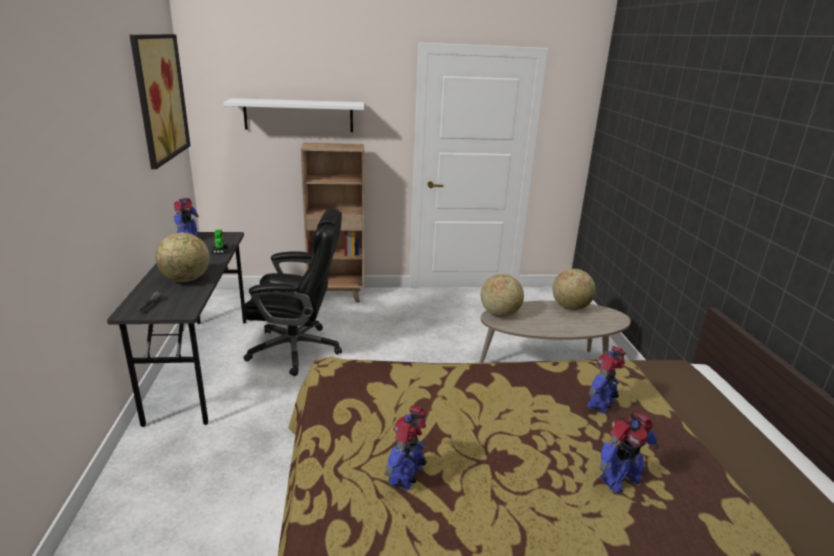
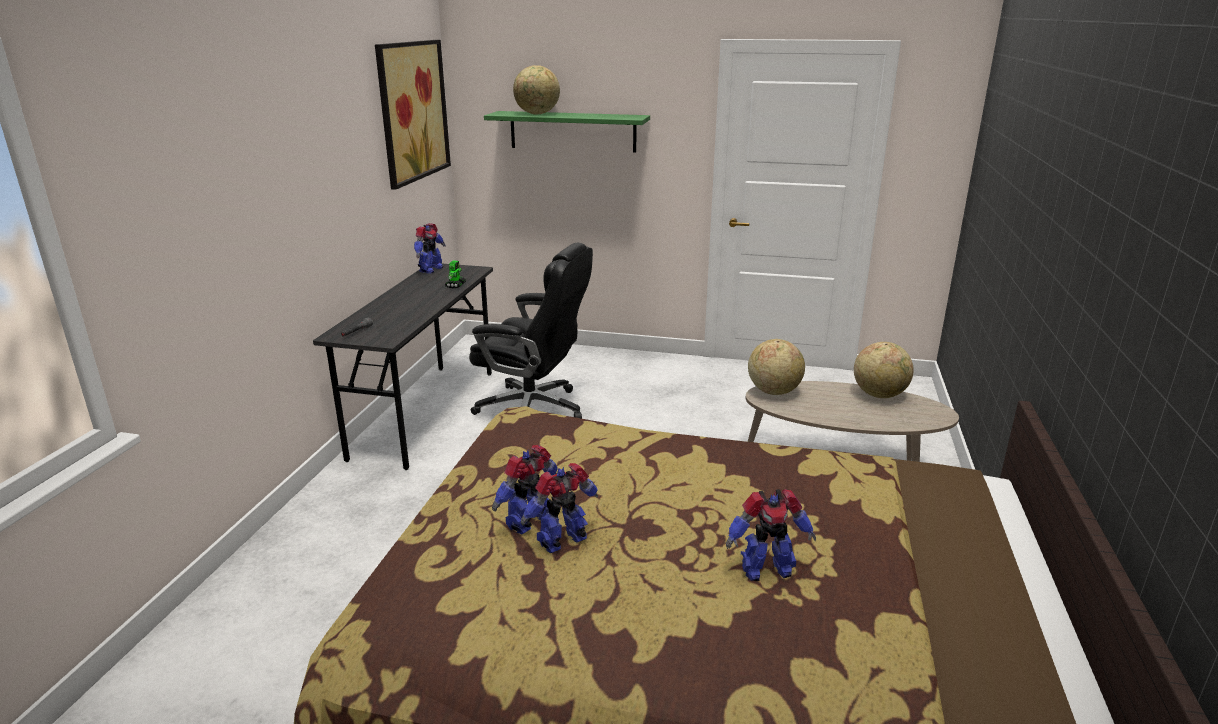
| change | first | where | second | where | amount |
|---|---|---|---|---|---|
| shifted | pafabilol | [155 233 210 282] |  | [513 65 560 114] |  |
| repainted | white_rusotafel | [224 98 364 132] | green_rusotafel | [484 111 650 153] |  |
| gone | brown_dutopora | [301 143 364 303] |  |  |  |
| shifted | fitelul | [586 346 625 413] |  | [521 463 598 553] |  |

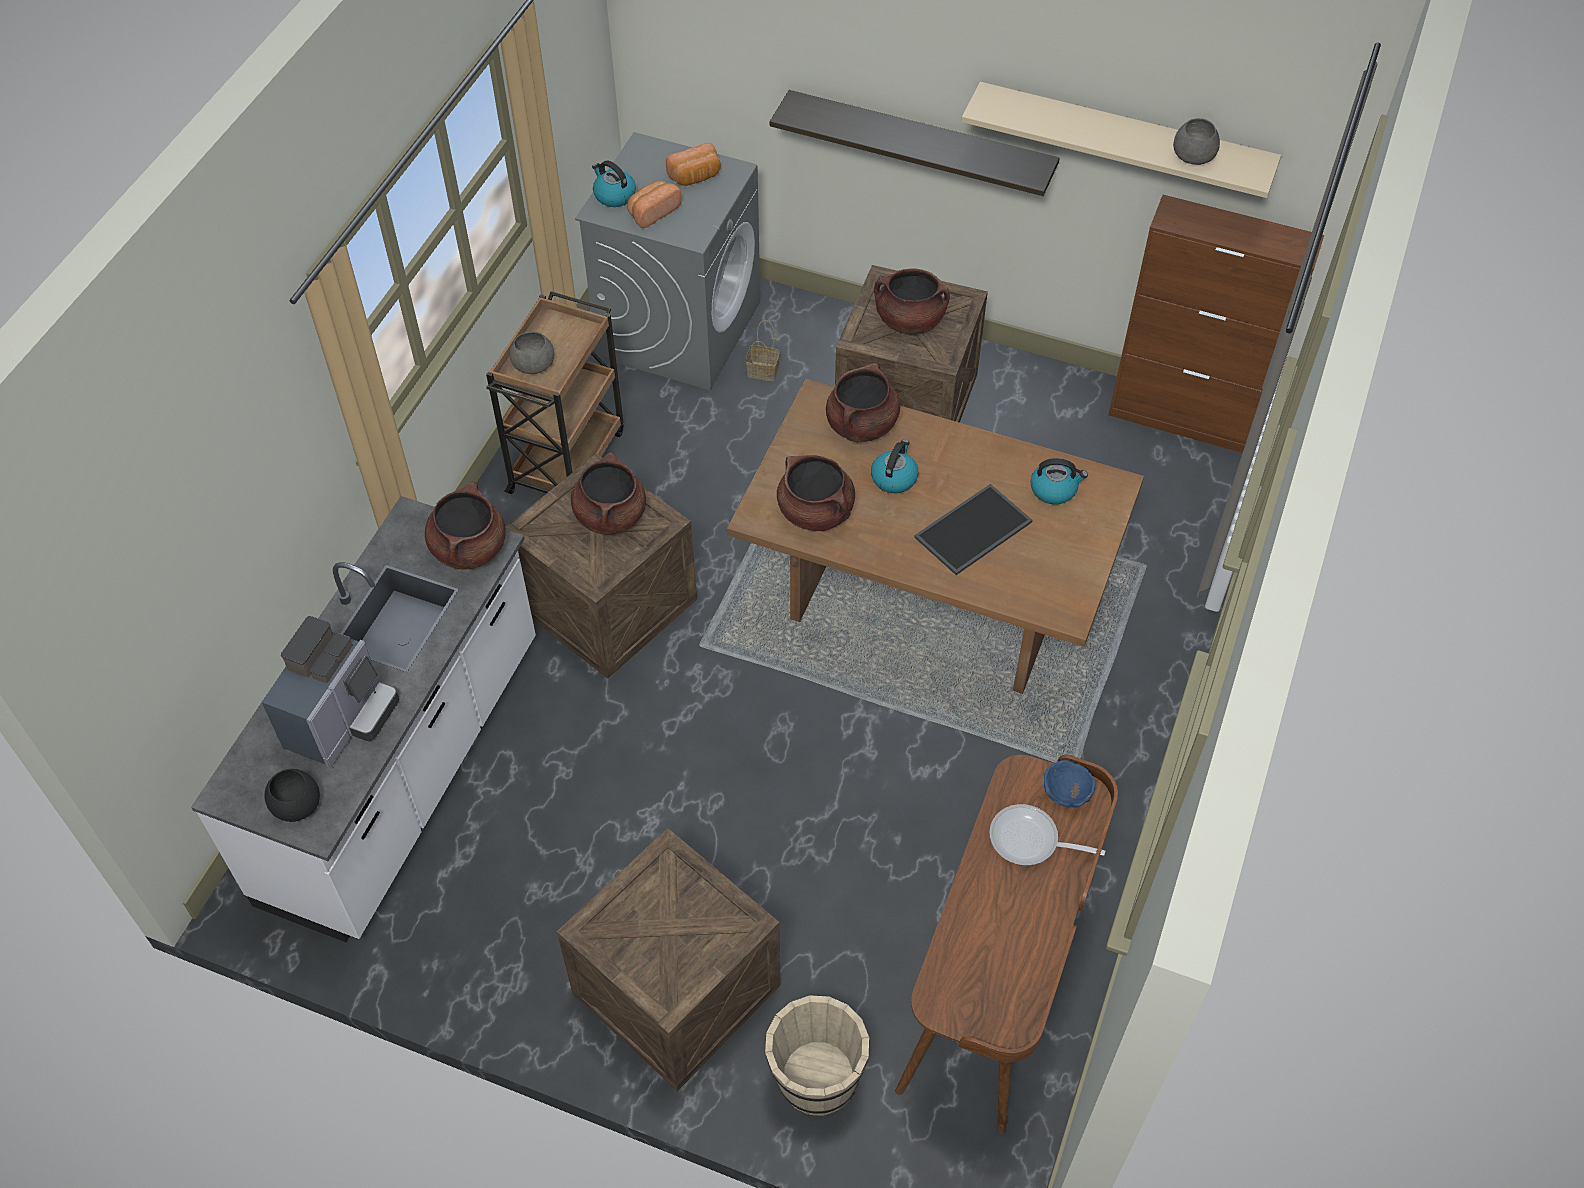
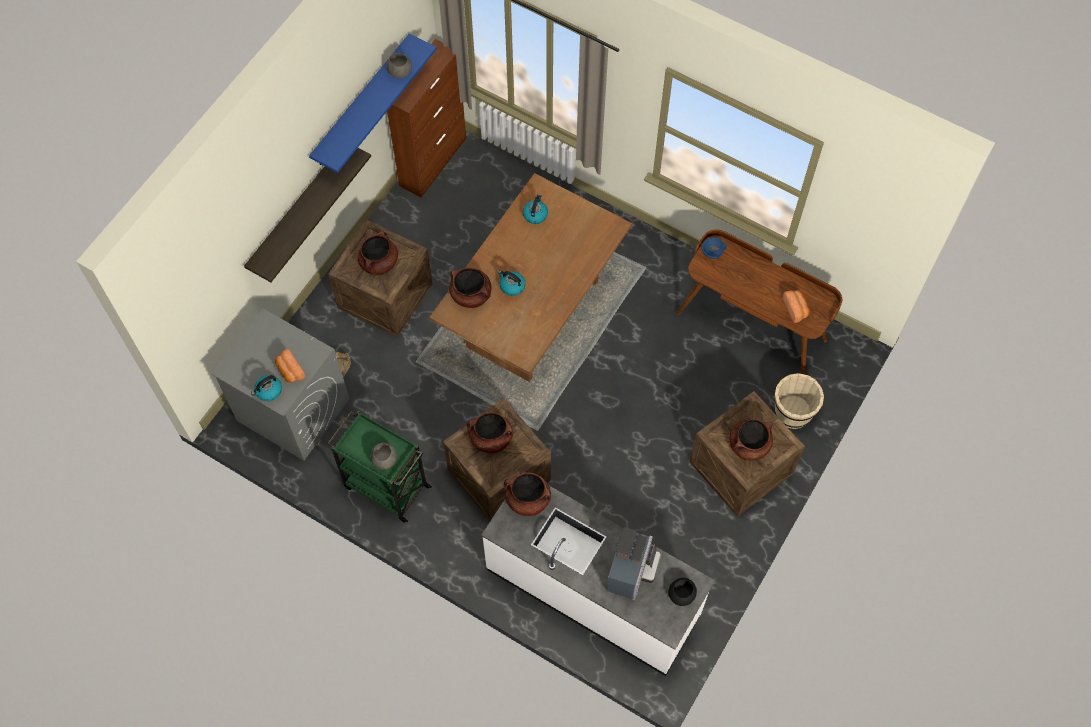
| change | first | where | second | where | amount |
|---|---|---|---|---|---|
| rotated | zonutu | [262 616 399 768] |  | [606 527 661 600] | 75 degrees clockwise |
| repainted | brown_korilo | [486 291 624 494] | green_korilo | [327 411 432 523] |  |
| shifted | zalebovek | [666 143 721 186] |  | [783 290 810 323] |  |
| shifted | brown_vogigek | [777 455 855 531] |  | [729 419 773 461] |  |
| gone | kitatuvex | [914 484 1033 575] |  |  |  |
| repainted | beige_rusotafel | [961 82 1281 198] | blue_rusotafel | [309 34 437 173] |  |
| gone | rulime | [990 804 1105 865] |  |  |  |

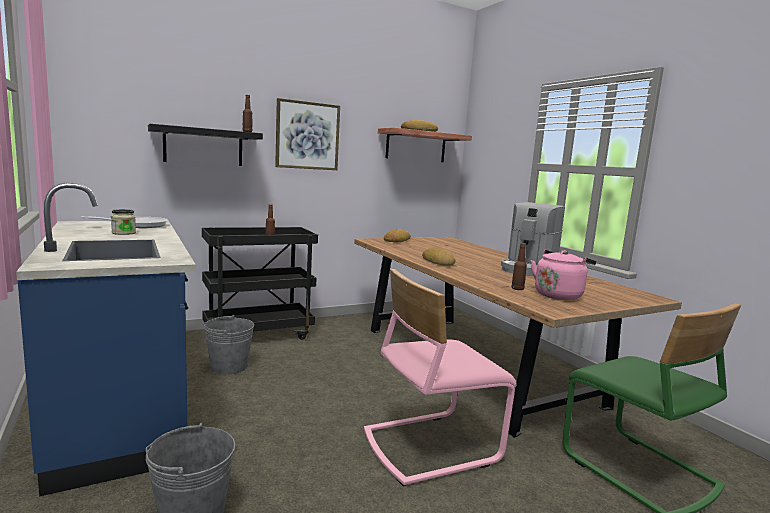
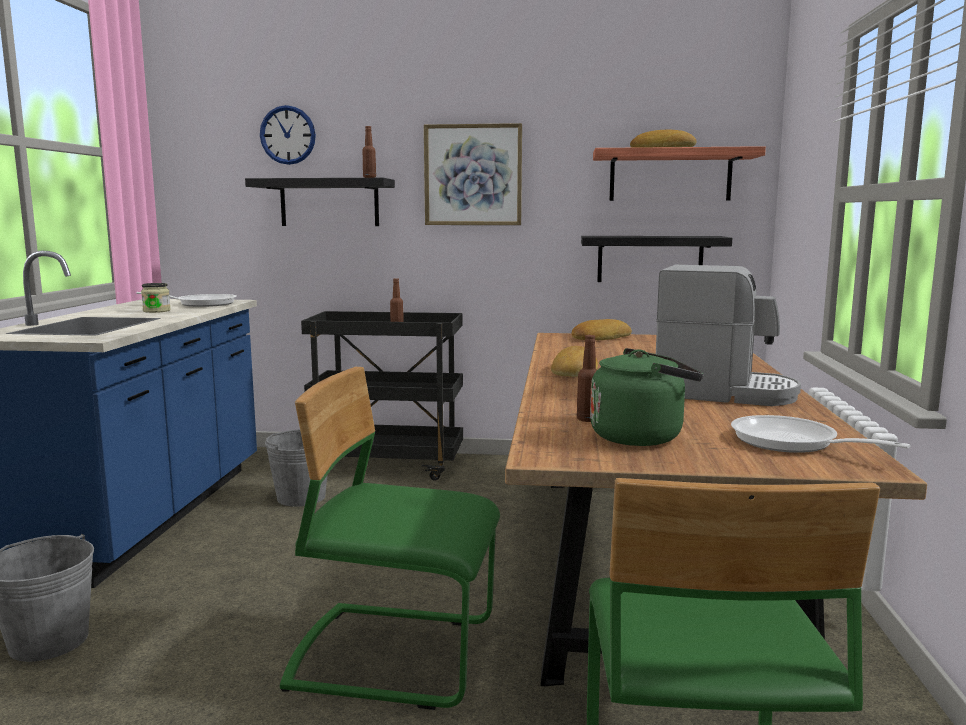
| change | first | where | second | where | amount |
|---|---|---|---|---|---|
| repainted | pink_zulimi | [364 269 517 487] | green_zulimi | [280 367 500 710] |  |
| rotated | zonutu | [501 202 565 276] |  | [656 265 801 406] | 135 degrees counterclockwise |
| repainted | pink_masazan | [531 250 596 300] | green_masazan | [590 348 703 446] |  |
| new |  |  | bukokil | [260 105 316 165] |  |
| new |  |  | black_rusotafel | [581 236 732 282] |  |
| new |  |  | rulime | [731 415 911 453] |  |

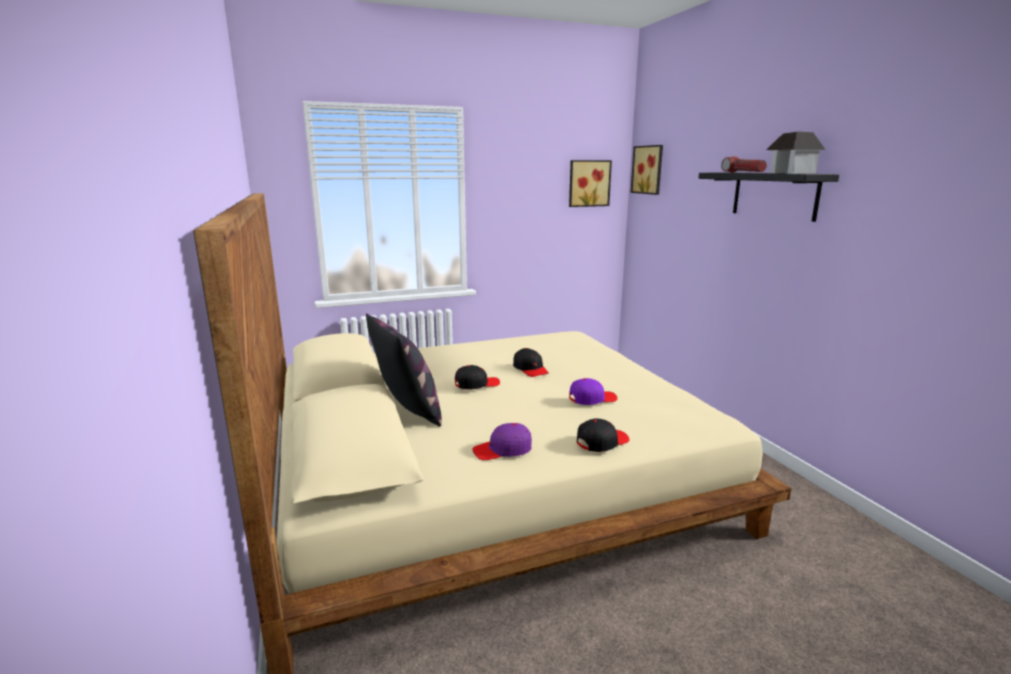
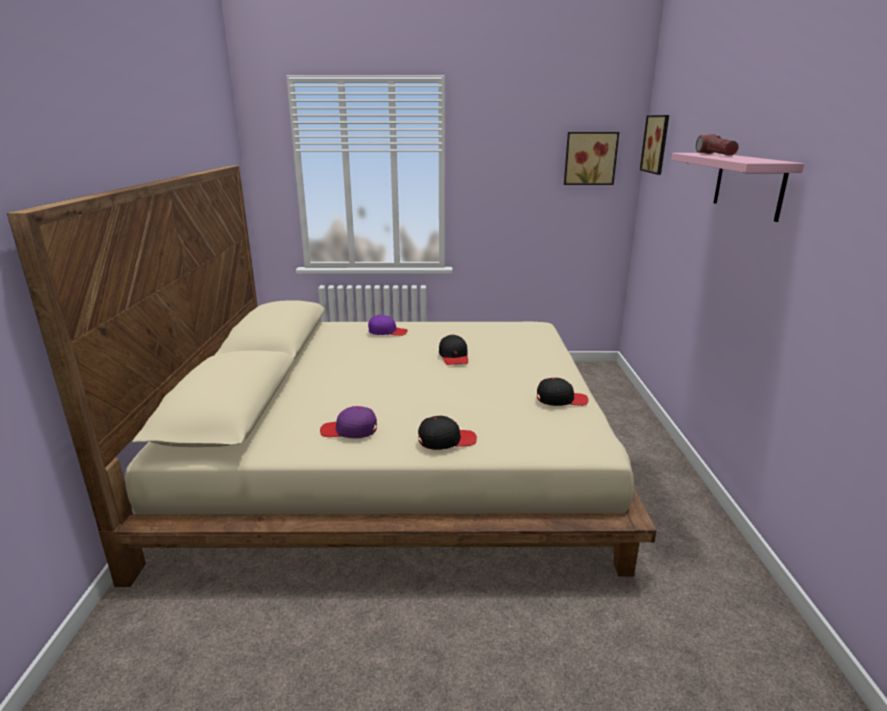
| change | first | where | second | where | amount |
|---|---|---|---|---|---|
| gone | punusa | [366 313 442 427] |  |  |  |
| shifted | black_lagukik | [455 365 500 390] |  | [537 378 589 406] |  |
| shifted | purple_lagukik | [569 378 617 405] |  | [368 315 408 336] |  |
| repainted | black_rusotafel | [698 173 839 222] | pink_rusotafel | [671 153 804 222] |  |
| gone | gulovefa | [766 131 826 174] |  |  |  |

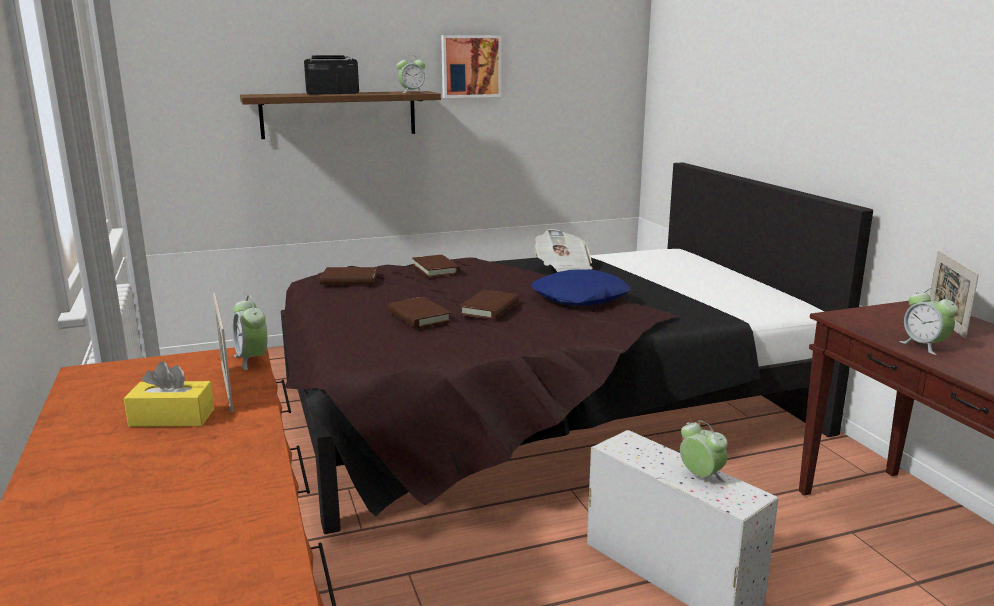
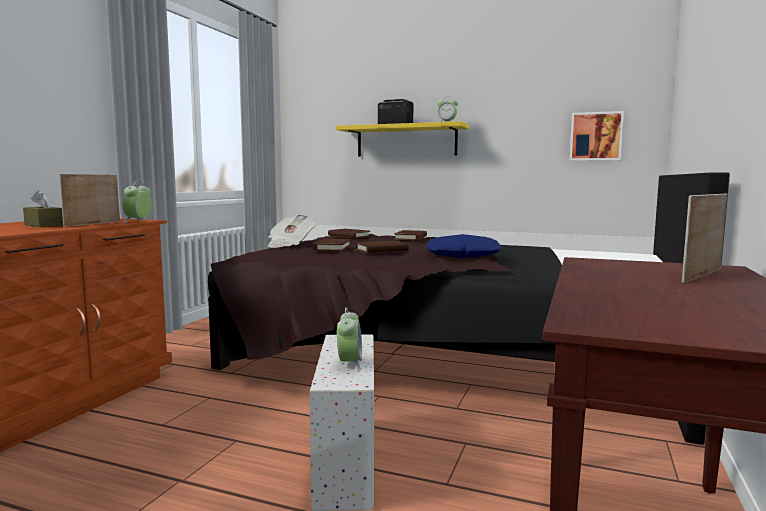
| change | first | where | second | where | amount |
|---|---|---|---|---|---|
| repainted | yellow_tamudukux | [124 361 214 427] | brown_tamudukux | [23 190 63 227] |  |
| repainted | brown_rusotafel | [240 91 441 139] | yellow_rusotafel | [336 121 469 157] |  |
| shifted | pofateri | [441 35 501 98] |  | [570 111 624 161] |  |
| shifted | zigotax | [535 229 593 272] |  | [268 214 317 248] |  |
| gone | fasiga | [899 288 958 355] |  |  |  |

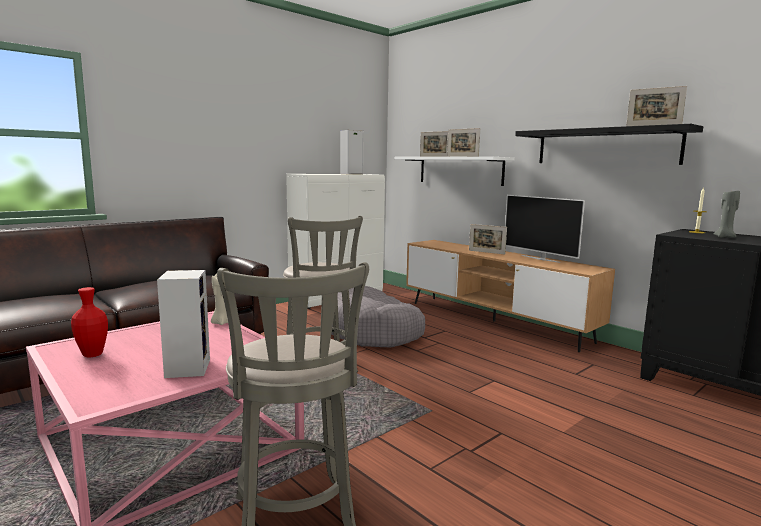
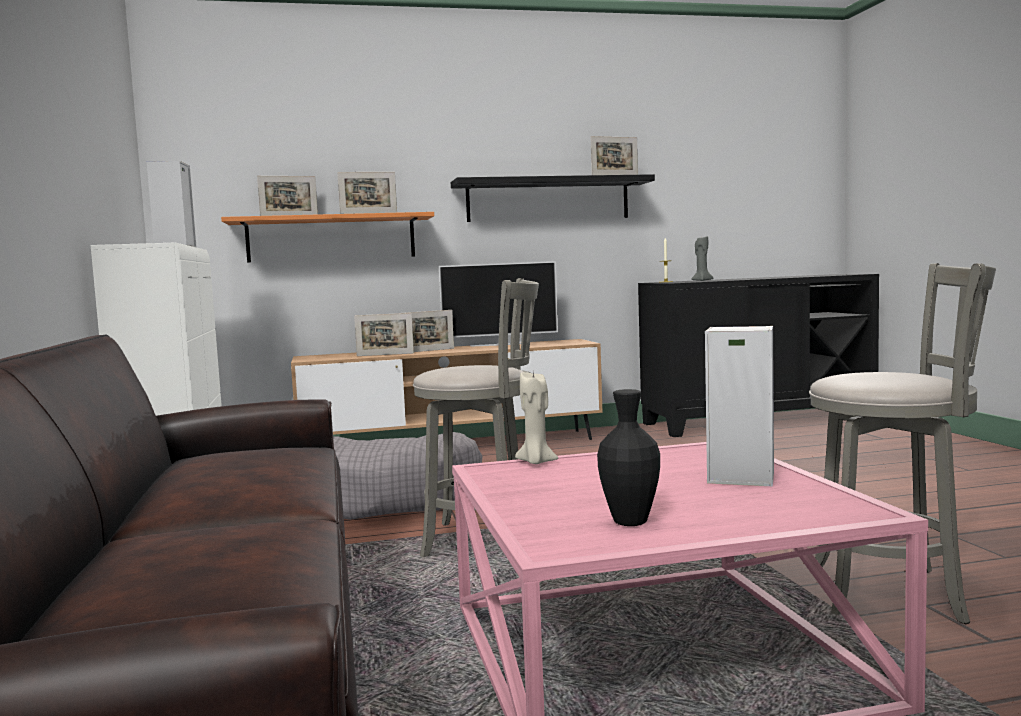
| change | first | where | second | where | amount |
|---|---|---|---|---|---|
| repainted | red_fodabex | [71 287 108 357] | black_fodabex | [597 389 660 526] |  |
| repainted | white_rusotafel | [395 157 515 186] | orange_rusotafel | [221 212 434 262] |  |
| new |  |  | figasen | [354 313 414 356] |  |

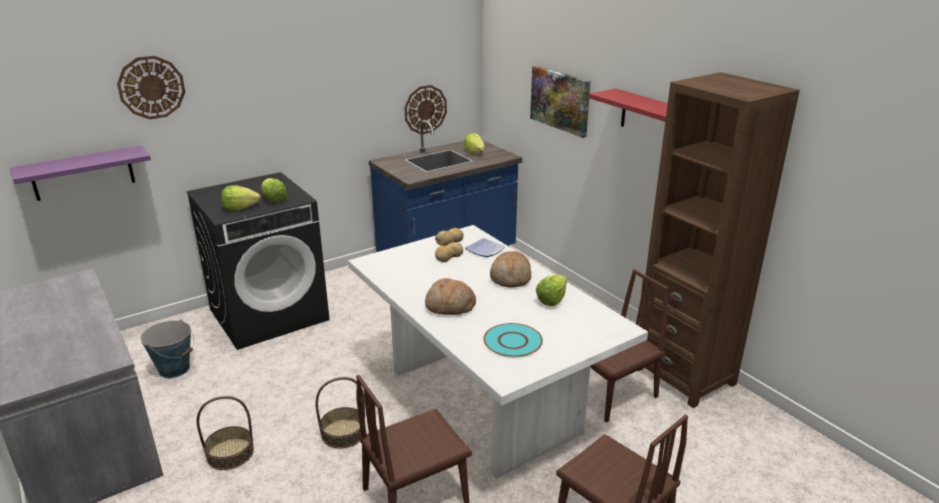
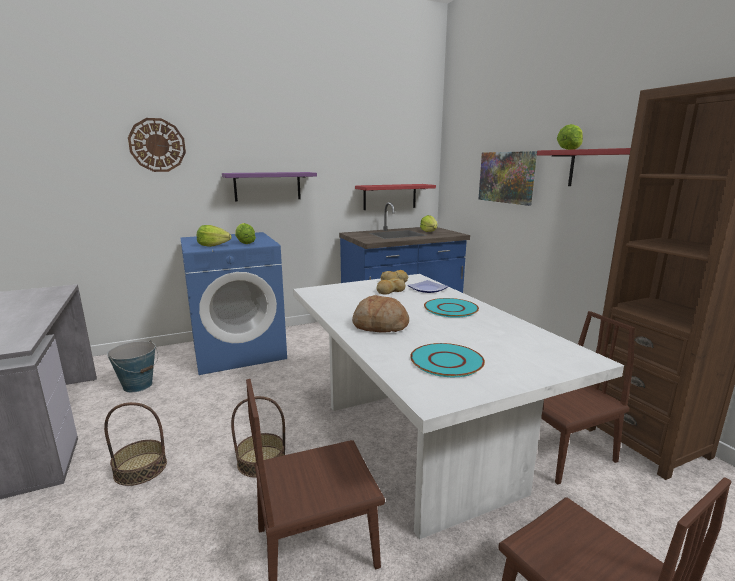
| change | first | where | second | where | amount |
|---|---|---|---|---|---|
| shifted | purple_rusotafel | [10 146 151 201] |  | [222 172 317 202] |  |
| repainted | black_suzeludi | [186 172 330 350] | blue_suzeludi | [180 232 287 375] |  |
| swapped | bukokil | [405 85 447 134] | red_rusotafel | [355 184 436 210] |  |
| swapped | zalebovek | [490 251 531 287] | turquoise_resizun | [424 298 479 318] |  |
| shifted | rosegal | [536 274 567 306] |  | [557 124 583 150] |  |

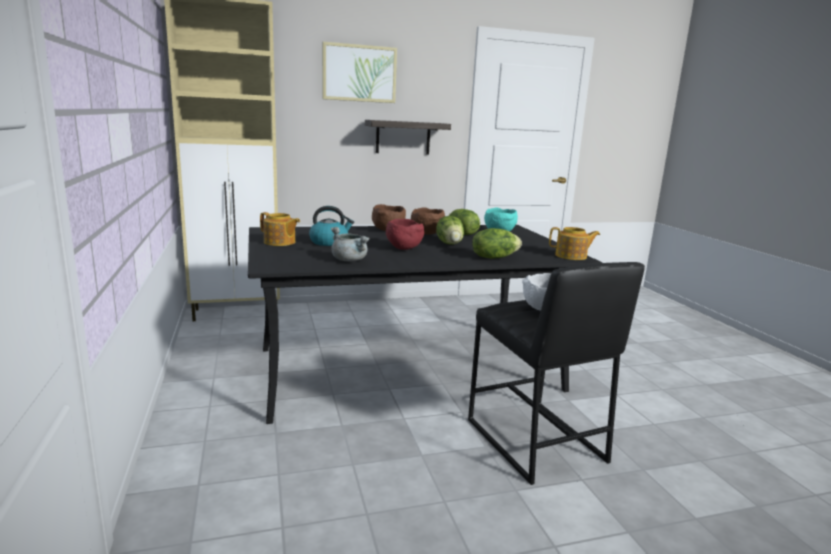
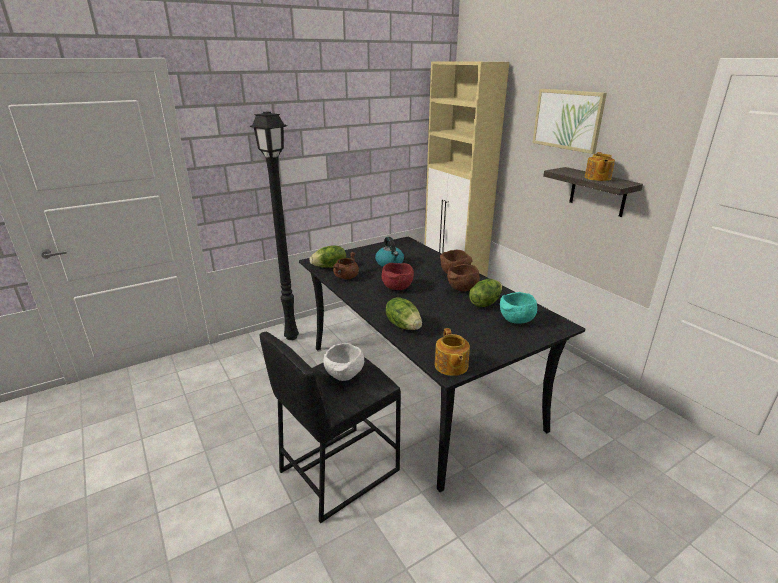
| change | first | where | second | where | amount |
|---|---|---|---|---|---|
| shifted | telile | [260 212 300 246] |  | [585 152 615 181] |  |
| repainted | grey_vogigek | [331 227 370 261] | brown_vogigek | [333 252 359 279] |  |
| shifted | rosegal | [436 216 464 245] |  | [310 245 346 268] |  |
| new |  |  | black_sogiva | [249 111 299 340] |  |

